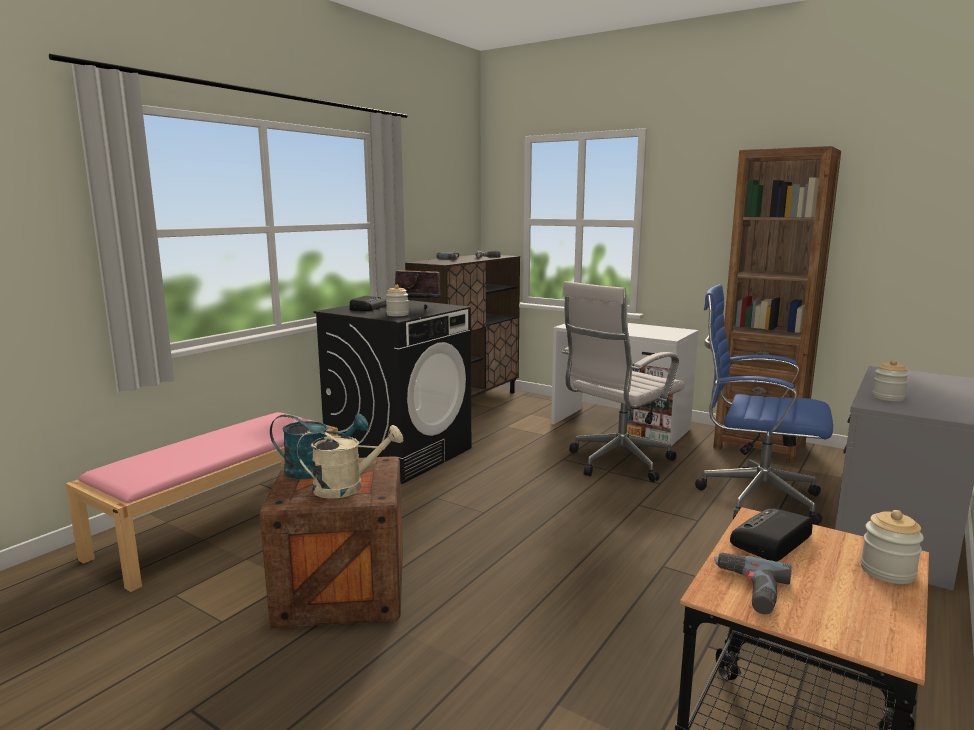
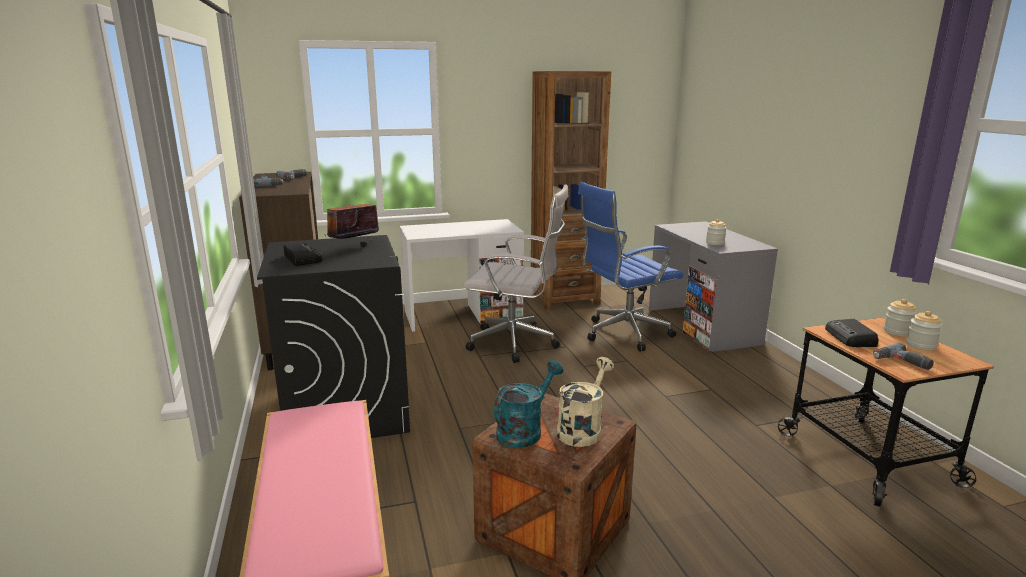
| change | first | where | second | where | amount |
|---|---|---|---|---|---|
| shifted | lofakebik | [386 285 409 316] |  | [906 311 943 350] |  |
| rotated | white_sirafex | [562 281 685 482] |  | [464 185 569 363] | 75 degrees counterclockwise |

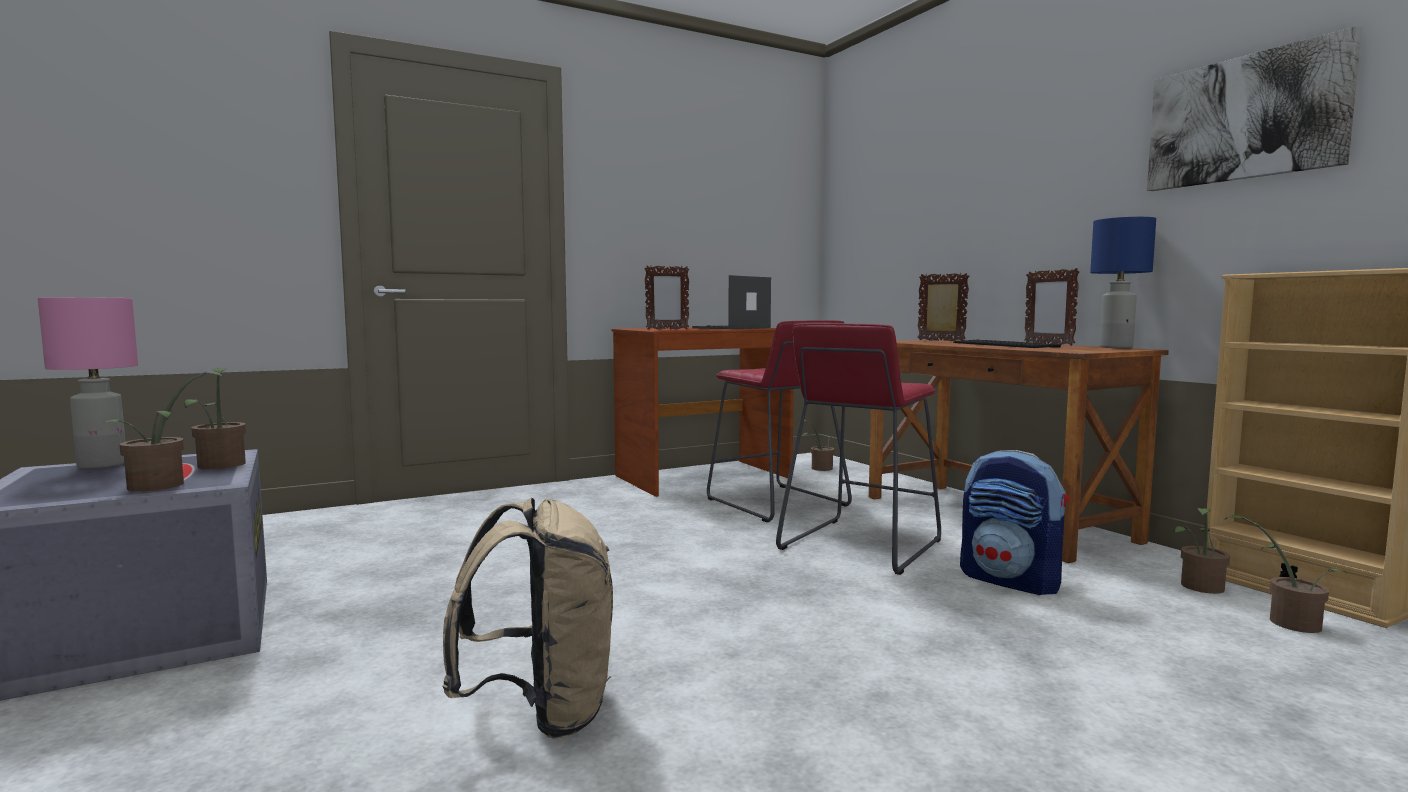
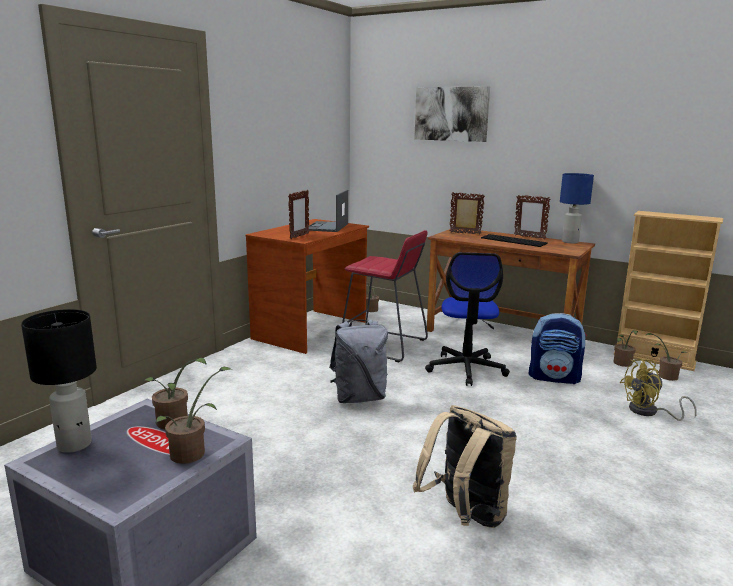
| change | first | where | second | where | amount |
|---|---|---|---|---|---|
| repainted | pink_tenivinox | [38 297 138 469] | black_tenivinox | [21 309 97 453] |  |
| swapped | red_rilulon | [776 323 941 575] | sirafex | [425 252 510 386] |  |
| shifted | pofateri | [1147 26 1362 191] |  | [414 86 490 142] |  |
| new |  |  | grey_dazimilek | [329 319 388 403] |  |
| new |  |  | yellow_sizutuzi | [620 359 697 421] |  |

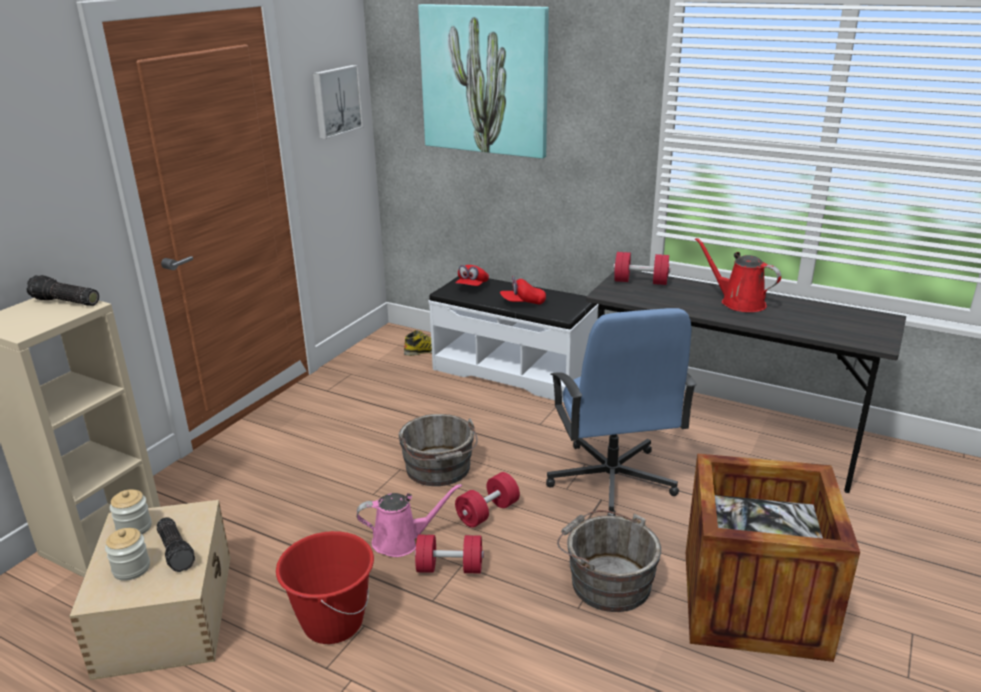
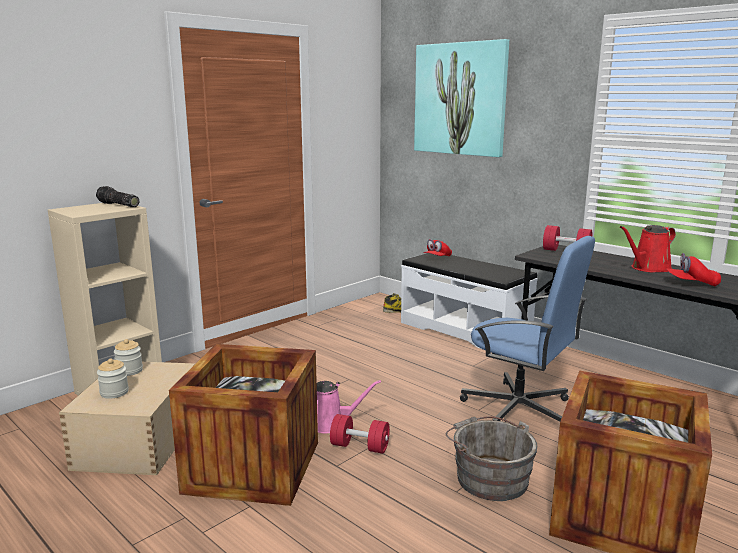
| change | first | where | second | where | amount |
|---|---|---|---|---|---|
| gone | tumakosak | [157 517 195 572] |  |  |  |
| swapped | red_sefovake | [276 531 374 644] | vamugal | [169 344 318 506] |  |
| gone | pofateri | [313 65 364 139] |  |  |  |
| gone | grey_sefovake | [398 414 478 486] |  |  |  |
| gone | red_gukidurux | [455 472 520 528] |  |  |  |
| shifted | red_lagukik | [500 276 546 305] |  | [666 253 721 286] |  |
| rotated | blue_sirafex | [546 308 697 516] |  | [460 236 595 422] | 60 degrees counterclockwise |
| rotated | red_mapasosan | [695 237 781 312] |  | [620 225 676 272] | 90 degrees counterclockwise |

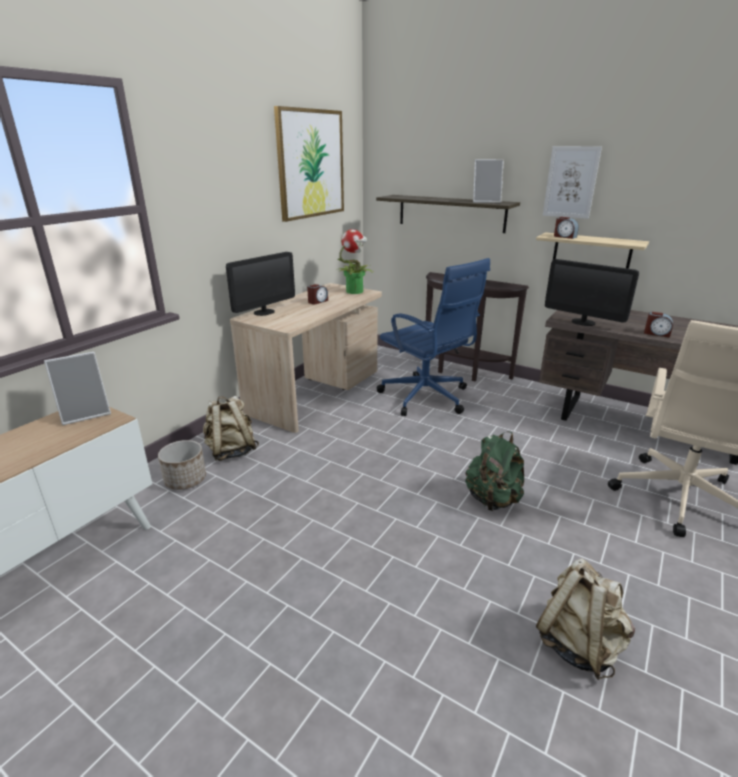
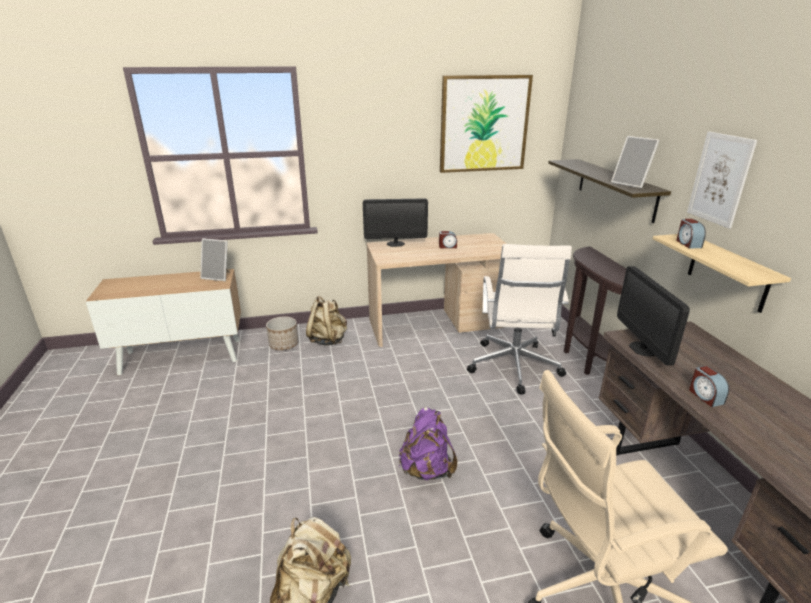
| change | first | where | second | where | amount |
|---|---|---|---|---|---|
| gone | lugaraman | [336 229 374 294] |  |  |  |
| repainted | blue_sirafex | [377 258 490 416] | white_sirafex | [467 244 572 394] |  |
| repainted | green_dazimilek | [465 431 524 511] | purple_dazimilek | [399 407 457 480] |  |

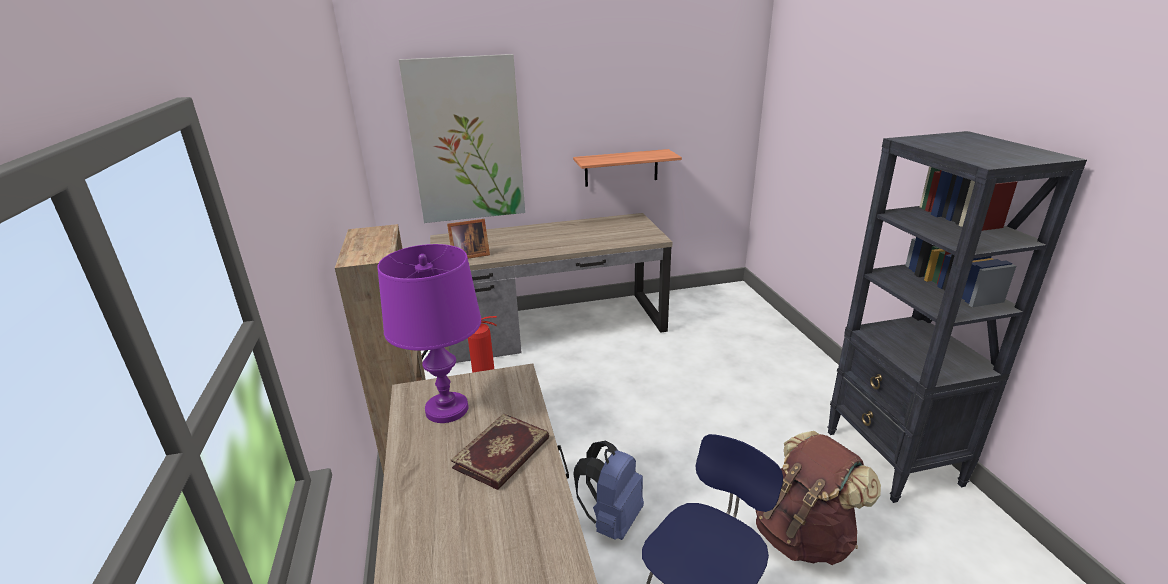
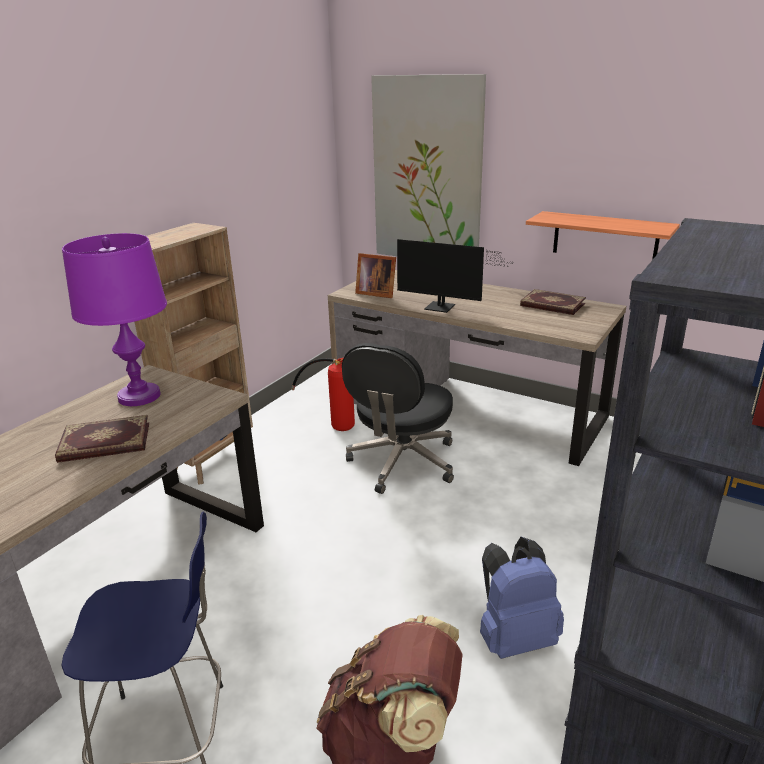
| change | first | where | second | where | amount |
|---|---|---|---|---|---|
| shifted | blue_dazimilek | [573 441 644 540] |  | [480 537 564 659] |  |
| new |  |  | black_sirafex | [342 343 454 494] |  |
| new |  |  | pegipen | [397 239 514 313] |  |
| new |  |  | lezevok | [520 289 586 315] |  |

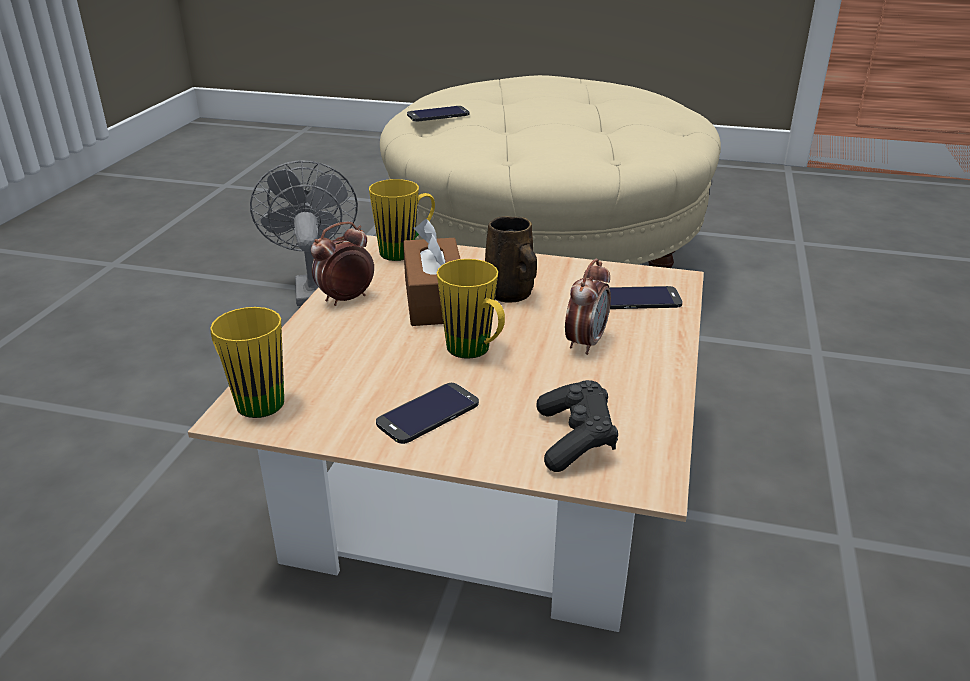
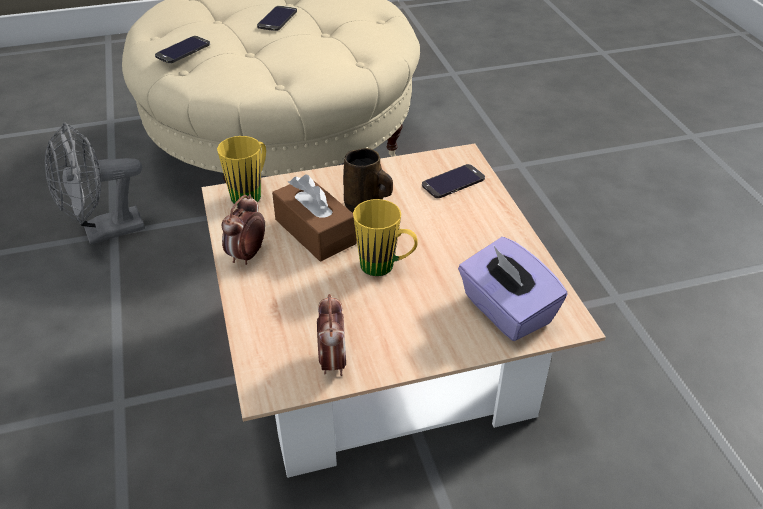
| change | first | where | second | where | amount |
|---|---|---|---|---|---|
| gone | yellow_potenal | [210 307 284 418] |  |  |  |
| rotated | grey_sizutuzi | [250 161 358 306] |  | [45 123 145 245] | 75 degrees counterclockwise |
| shifted | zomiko | [376 383 479 444] |  | [257 6 297 31] |  |
| swapped | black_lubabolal | [536 380 618 472] | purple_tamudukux | [458 237 568 341] |  |
| shifted | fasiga | [565 259 611 355] |  | [317 294 346 376] |  |

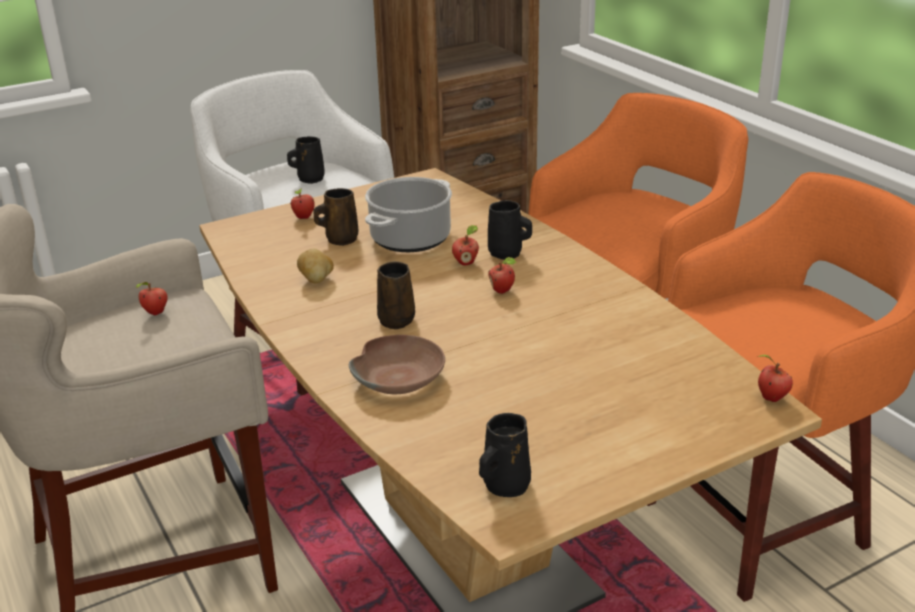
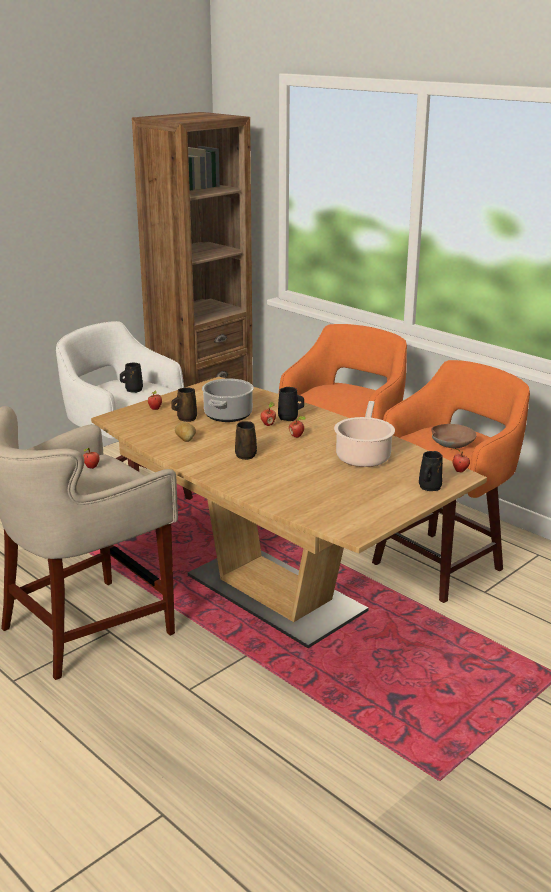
| change | first | where | second | where | amount |
|---|---|---|---|---|---|
| shifted | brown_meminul | [349 335 445 394] |  | [432 424 477 448] |  |
| shifted | black_potenal | [479 413 531 497] |  | [419 451 443 491] |  |
| new |  |  | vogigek | [334 401 395 467] |  |

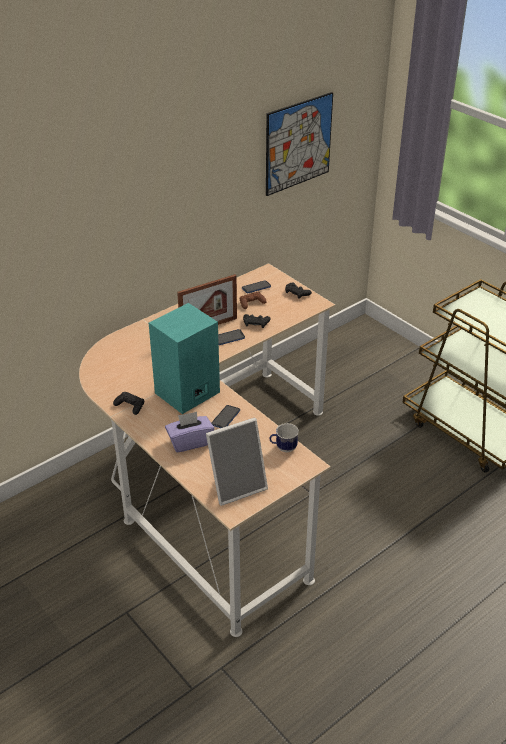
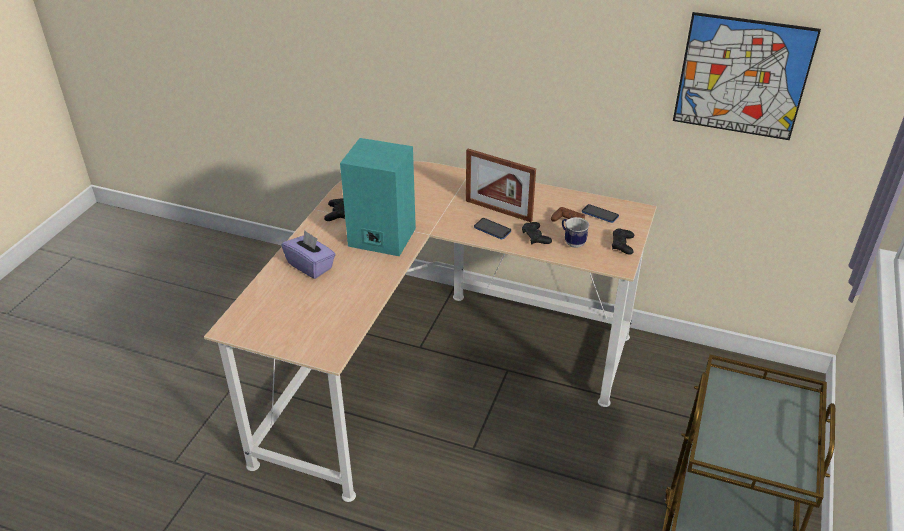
| change | first | where | second | where | amount |
|---|---|---|---|---|---|
| gone | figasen | [206 418 268 506] |  |  |  |
| gone | zomiko | [211 405 240 428] |  |  |  |
| shifted | potenal | [270 423 299 452] |  | [562 217 589 248] |  |

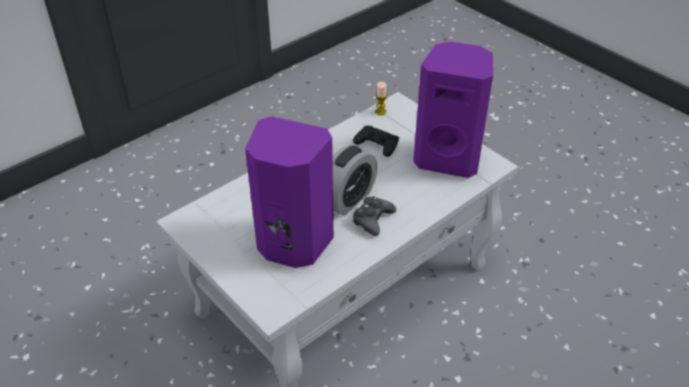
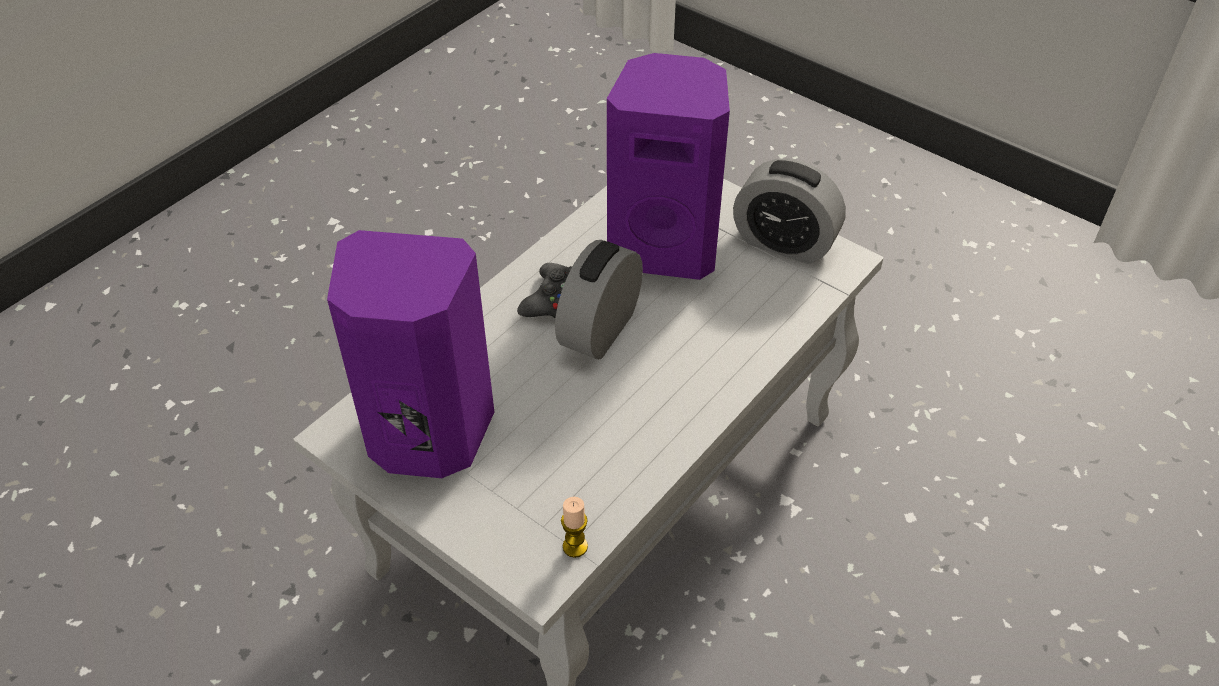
| change | first | where | second | where | amount |
|---|---|---|---|---|---|
| gone | black_lubabolal | [353 126 399 157] |  |  |  |
| new |  |  | fasiga | [733 158 846 264] |  |

